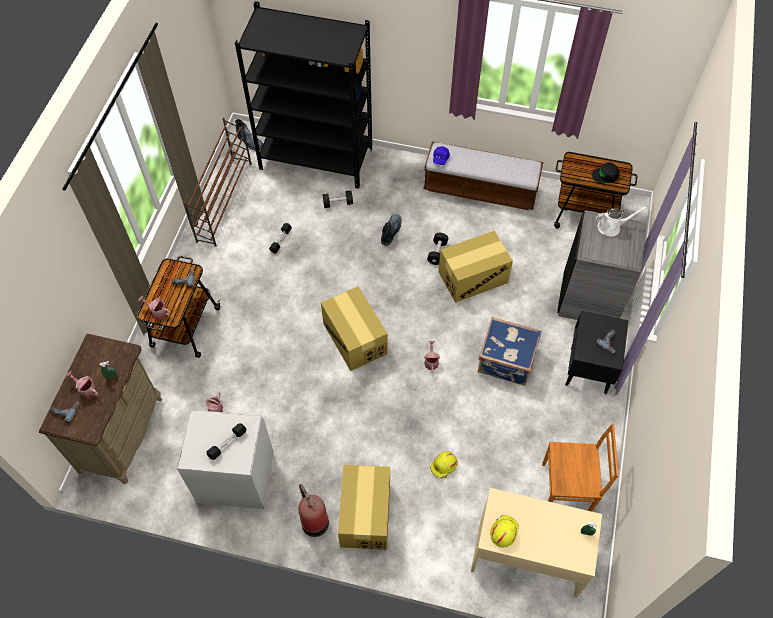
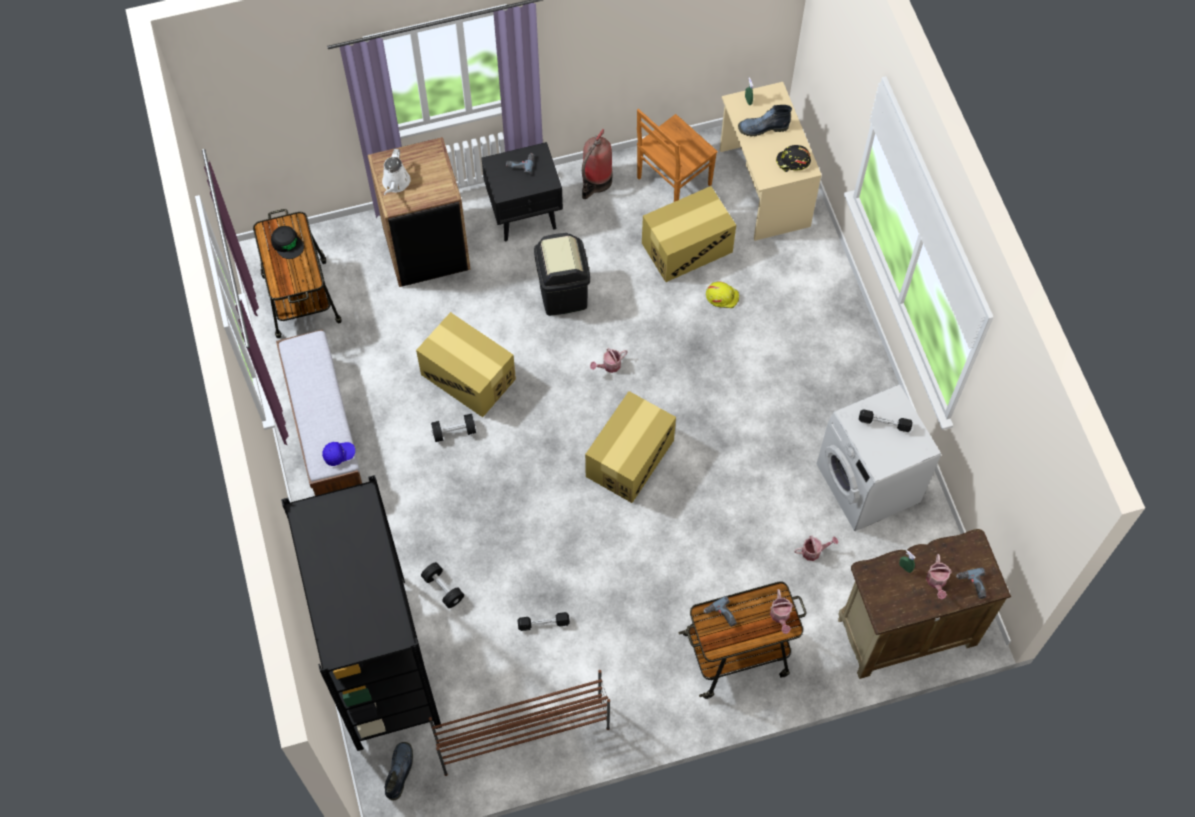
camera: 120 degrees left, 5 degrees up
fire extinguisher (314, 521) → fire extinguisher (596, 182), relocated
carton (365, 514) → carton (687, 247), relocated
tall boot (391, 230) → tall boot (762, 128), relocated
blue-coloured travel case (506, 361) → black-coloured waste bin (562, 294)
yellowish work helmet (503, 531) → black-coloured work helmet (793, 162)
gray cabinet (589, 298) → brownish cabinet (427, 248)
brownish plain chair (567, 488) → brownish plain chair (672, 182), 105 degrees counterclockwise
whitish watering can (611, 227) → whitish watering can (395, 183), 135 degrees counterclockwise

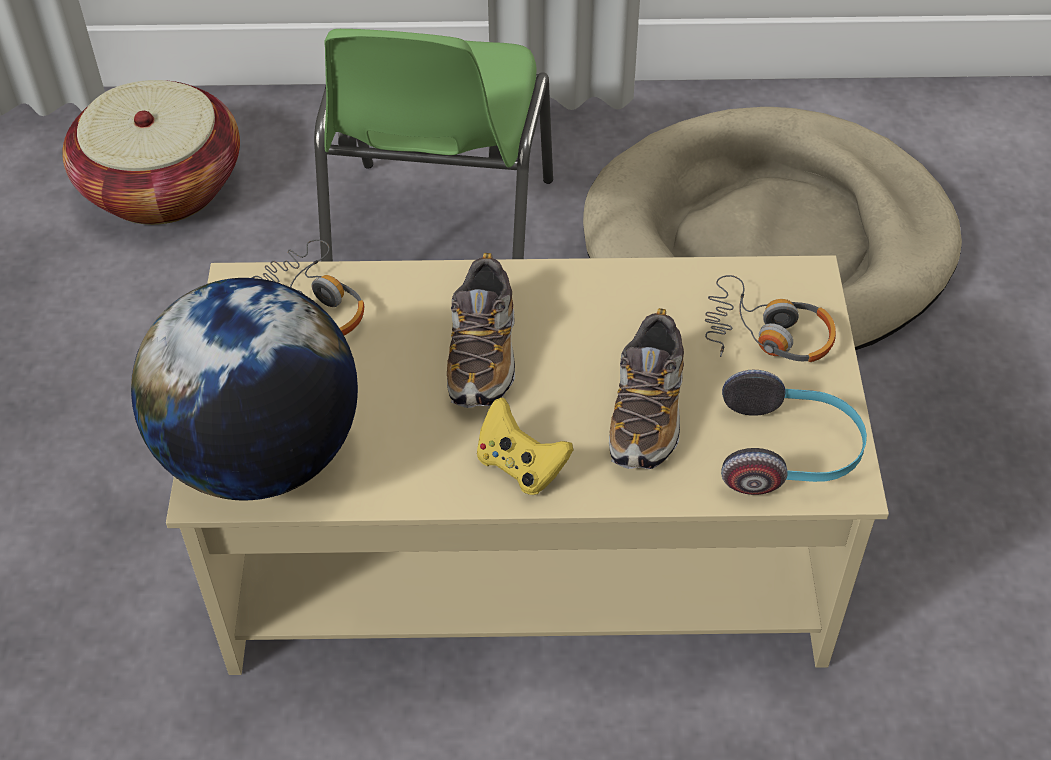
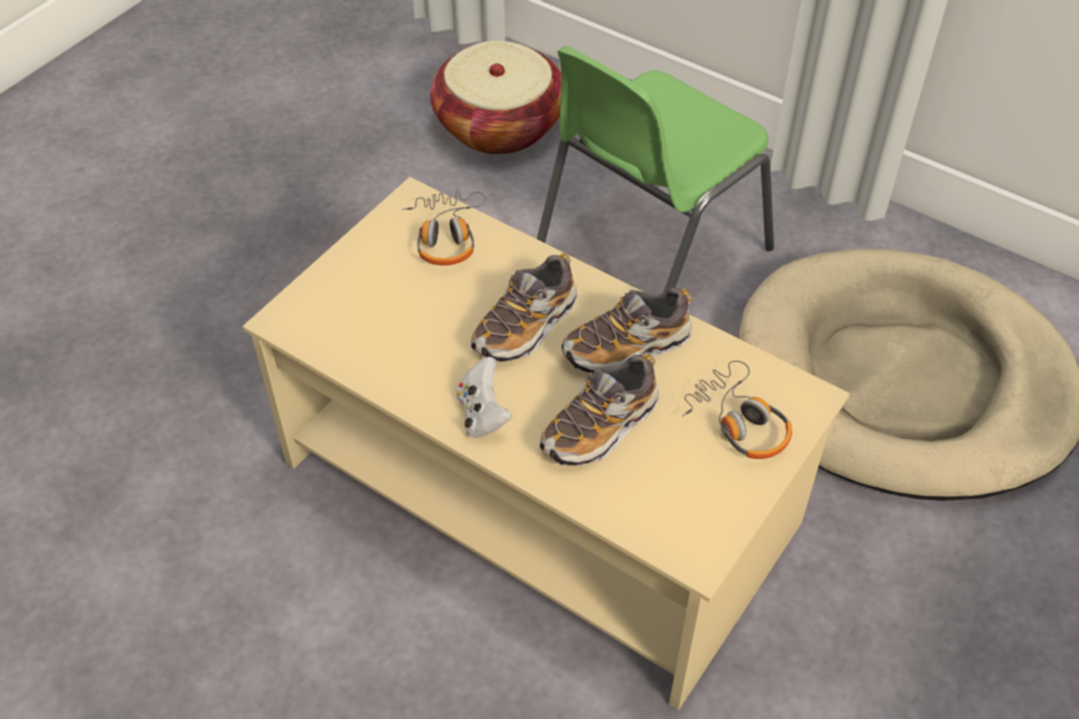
camera: 35 degrees right, 0 degrees up
globe (262, 455) → -
headphones (789, 453) → -
- → item of footwear (627, 348)
yellowish joypad (520, 466) → whitish joypad (482, 414)

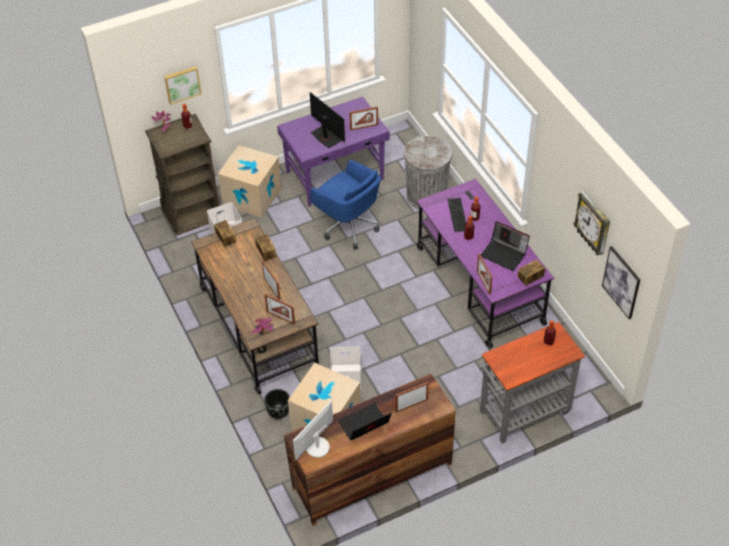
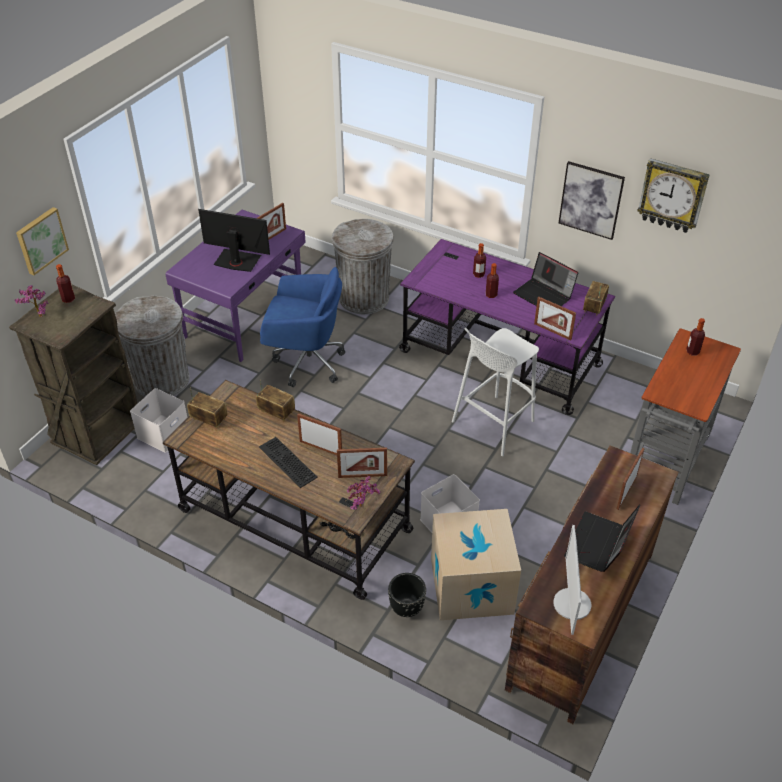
camera: 35 degrees left, 5 degrees down
- → whitish sitting stool (494, 424)
keyboard (456, 214) → keyboard (286, 462), relocated
picture (621, 282) → picture (591, 200), relocated
carton (252, 196) → gray waste bin (162, 380)
laptop (504, 254) → laptop (544, 295), 45 degrees clockwise

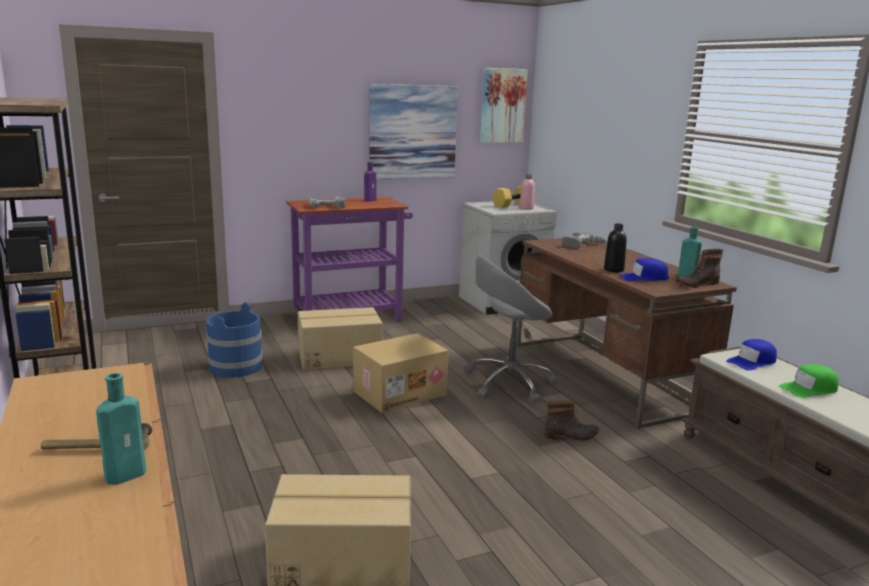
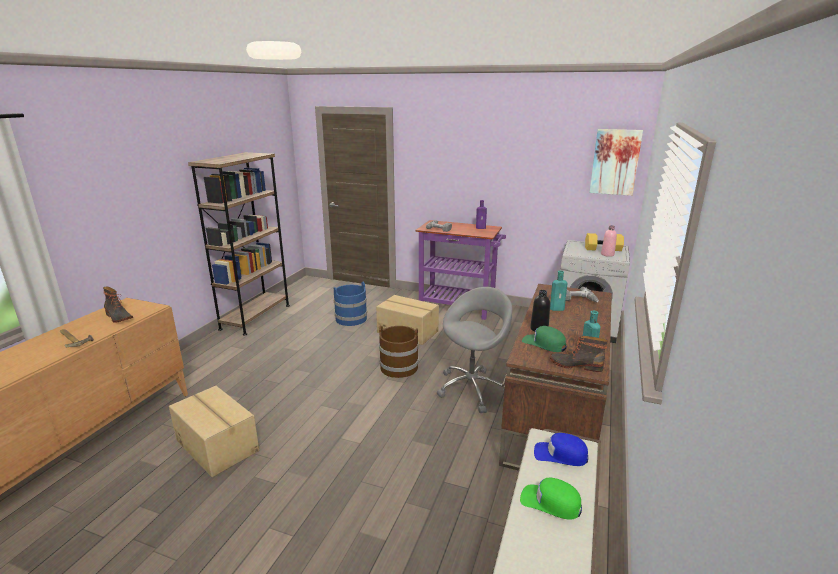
camera: 45 degrees right, 5 degrees up
picture (413, 132) → -
turquoise bottle (128, 474) → turquoise bottle (558, 309), relocated
tall boot (571, 435) → tall boot (118, 317), relocated
carton (399, 392) → brownish bucket (399, 367)
blue-coloured baseball cap (643, 278) → green-coloured baseball cap (544, 344)
gray computer chair (507, 382) → gray computer chair (473, 389), 120 degrees clockwise

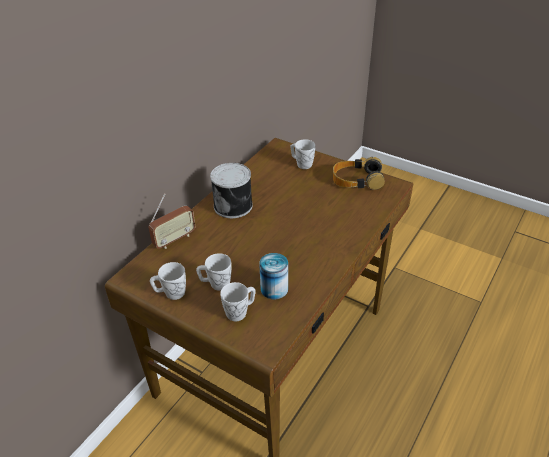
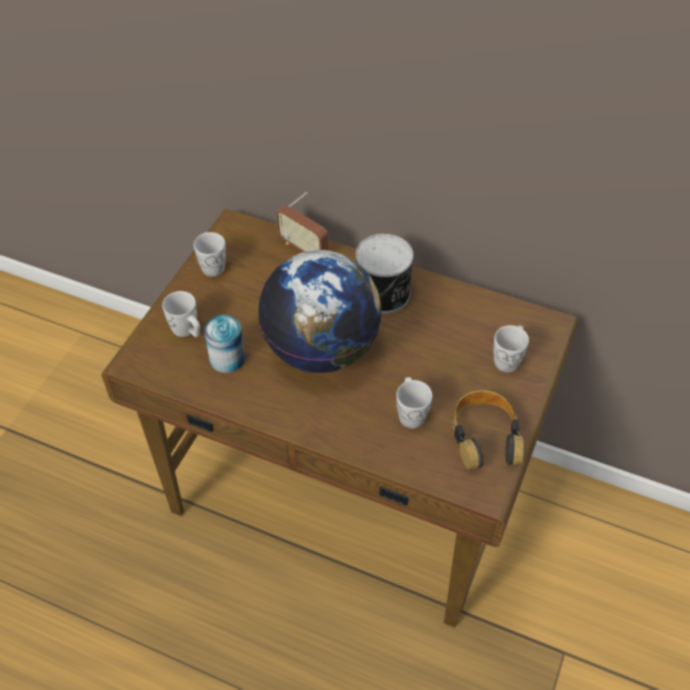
camera: 80 degrees right, 10 degrees up
- → globe (321, 349)
whitish tea mug (215, 284) → whitish tea mug (410, 413), relocated

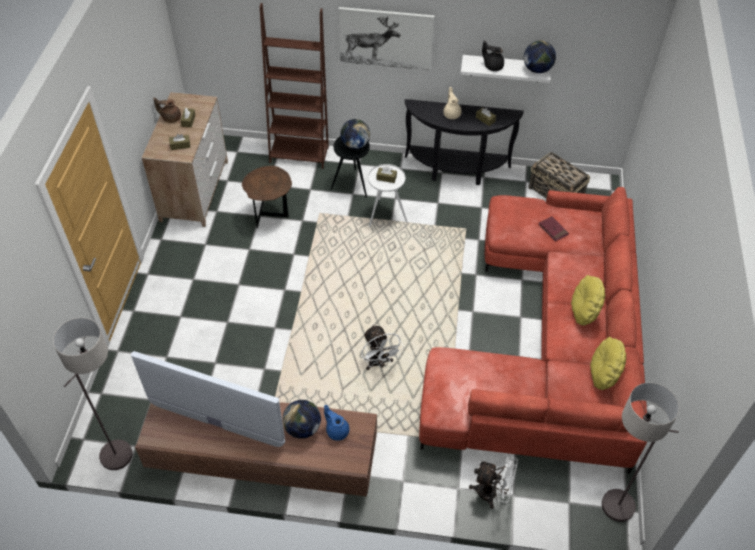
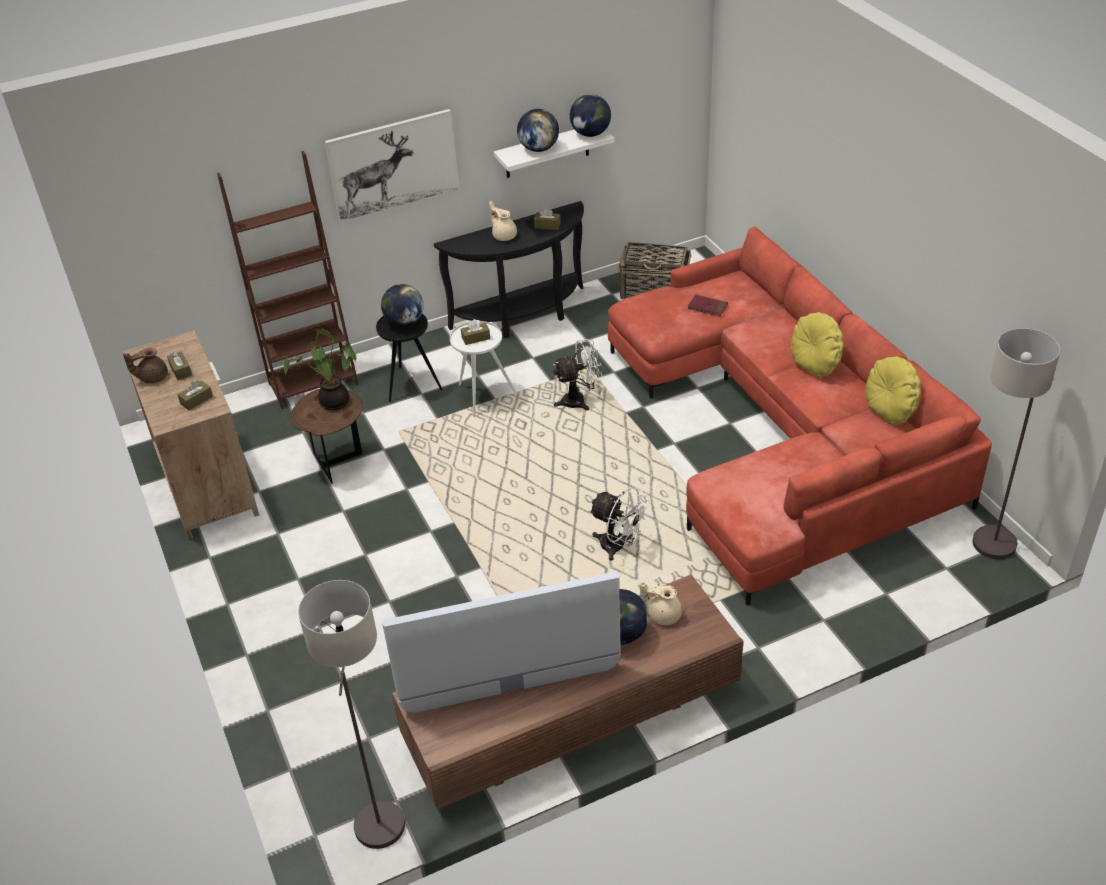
camera: 30 degrees left, 10 degrees down
- → plant in a pot (332, 403)
whitish fan (492, 493) → whitish fan (580, 400), relocated
black-coloured tea pot (492, 66) → globe (539, 149)
blue-coloured tea pot (337, 430) → beige tea pot (662, 614)

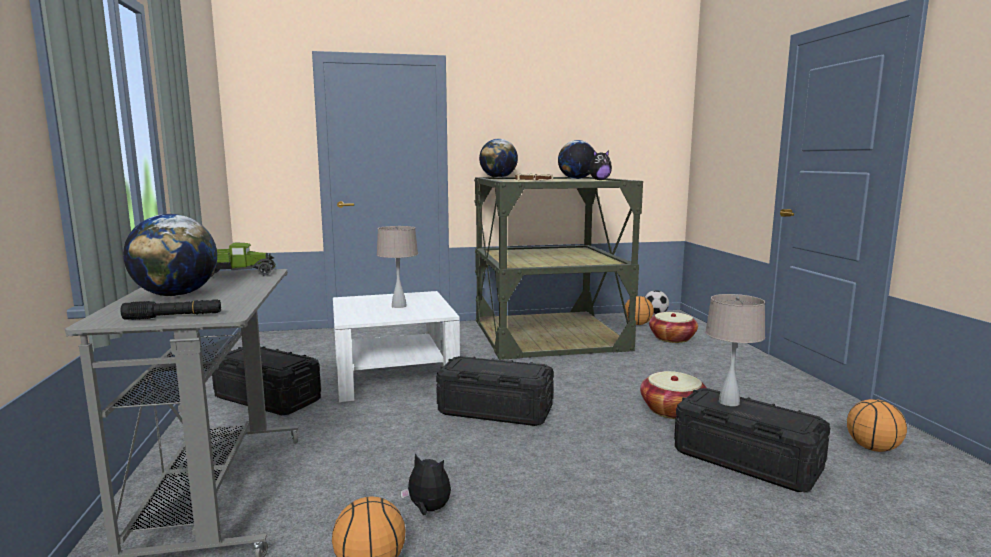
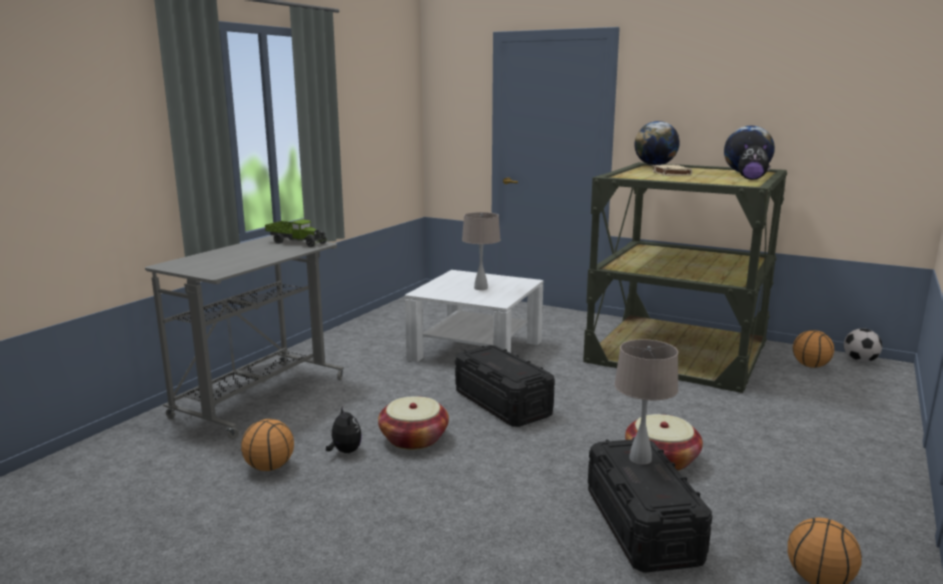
camera: 40 degrees right, 5 degrees up
black-coloured hand torch (173, 317) → -
globe (176, 295) → -
black-coloured storage box (268, 398) → -
basket (672, 338) → basket (413, 439), relocated

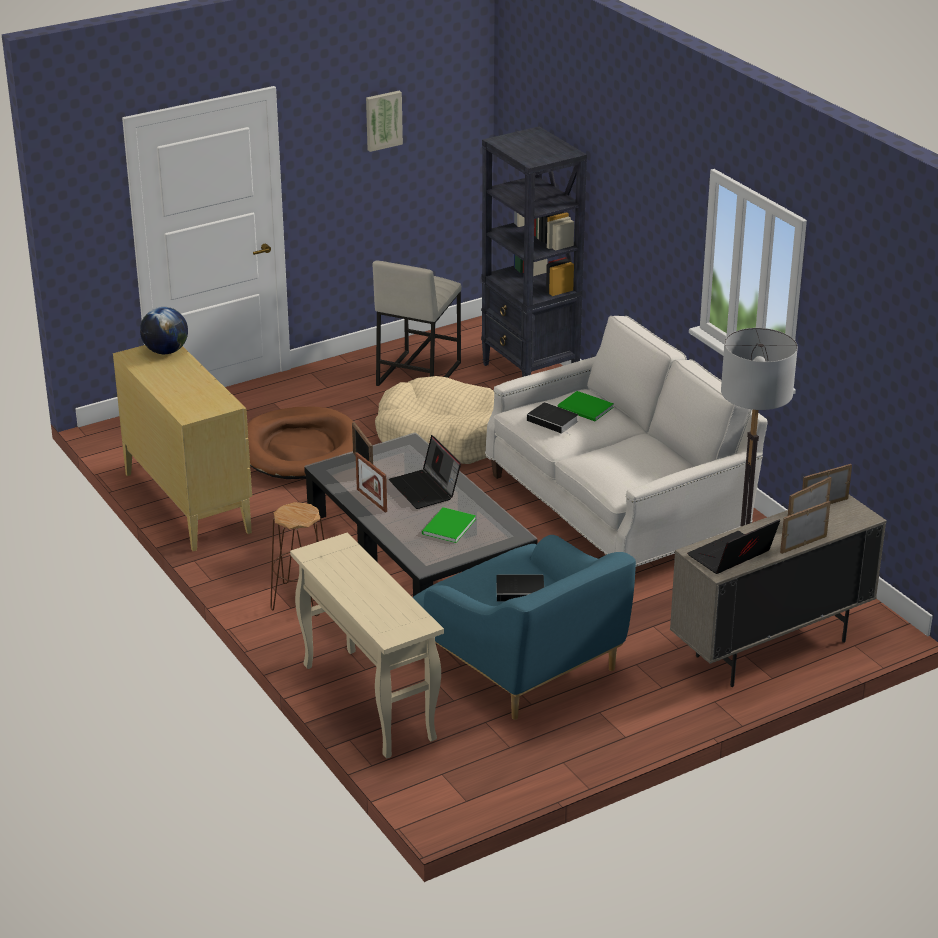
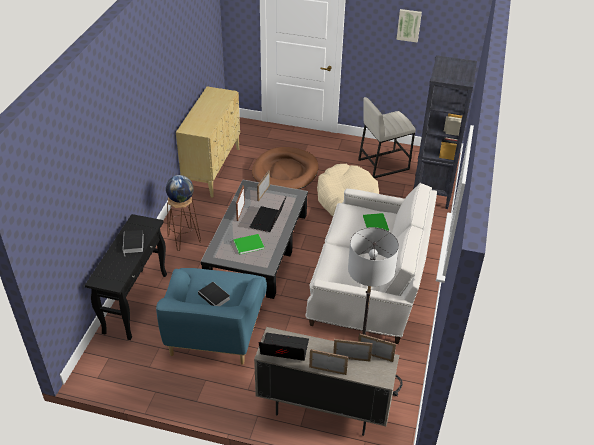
camera: 45 degrees right, 10 degrees up
globe (165, 351) → globe (180, 199), relocated
bound book (554, 421) → bound book (133, 244), relocated
beige hall table (367, 701) → black-coloured hall table (135, 302)

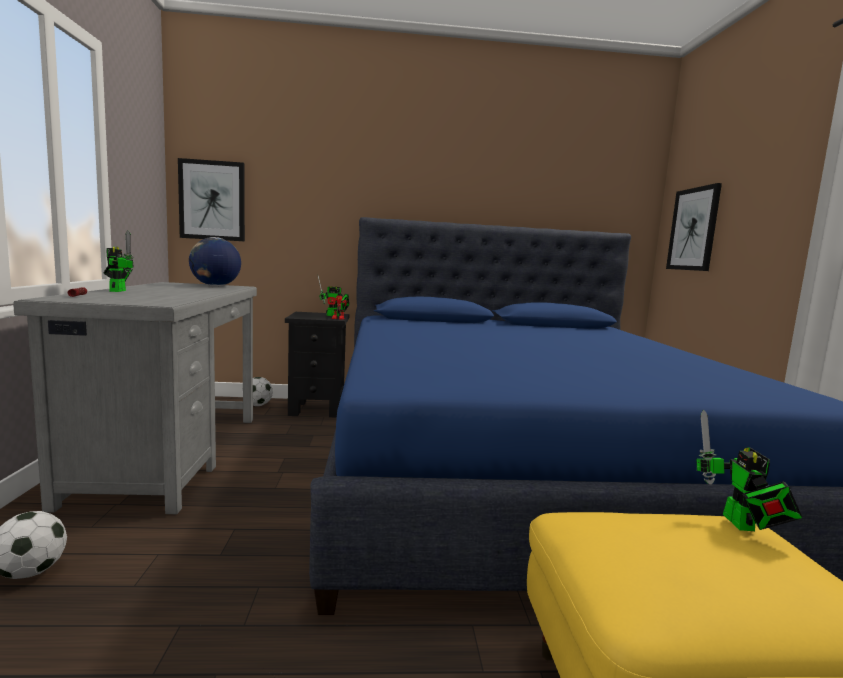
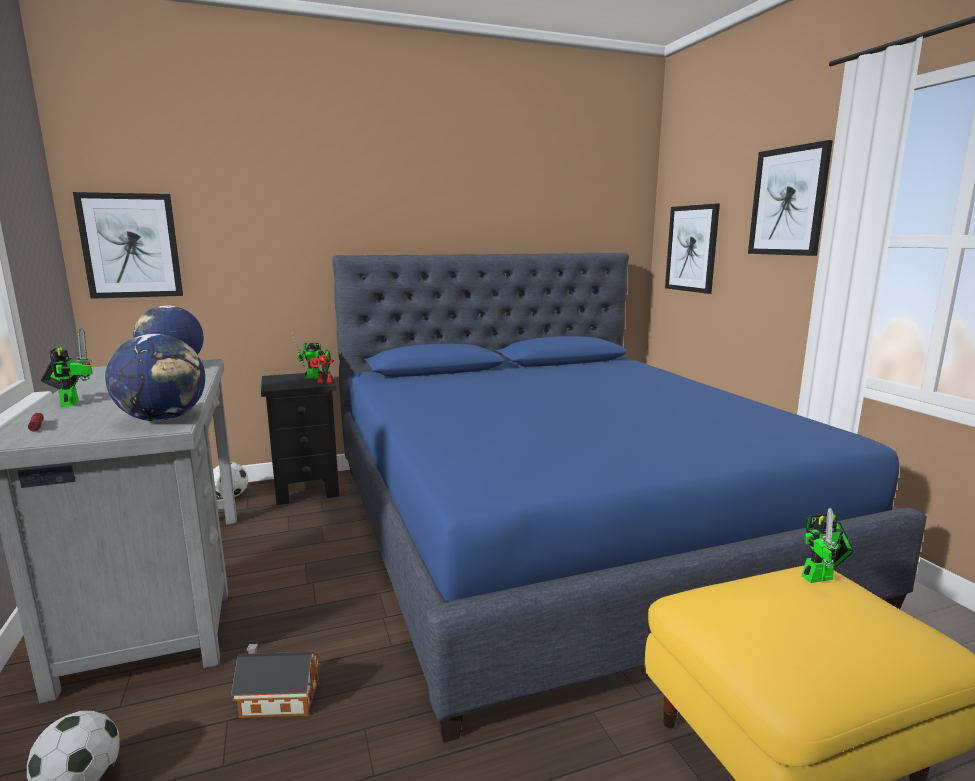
camera: 15 degrees left, 5 degrees up
- → globe (163, 419)
- → toy house (277, 699)
- → picture (788, 201)
toy robot (741, 525) → toy robot (821, 577), 90 degrees counterclockwise

